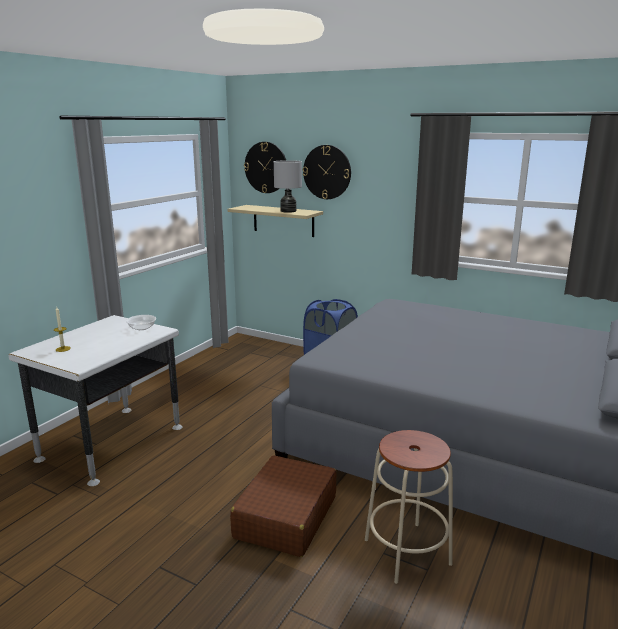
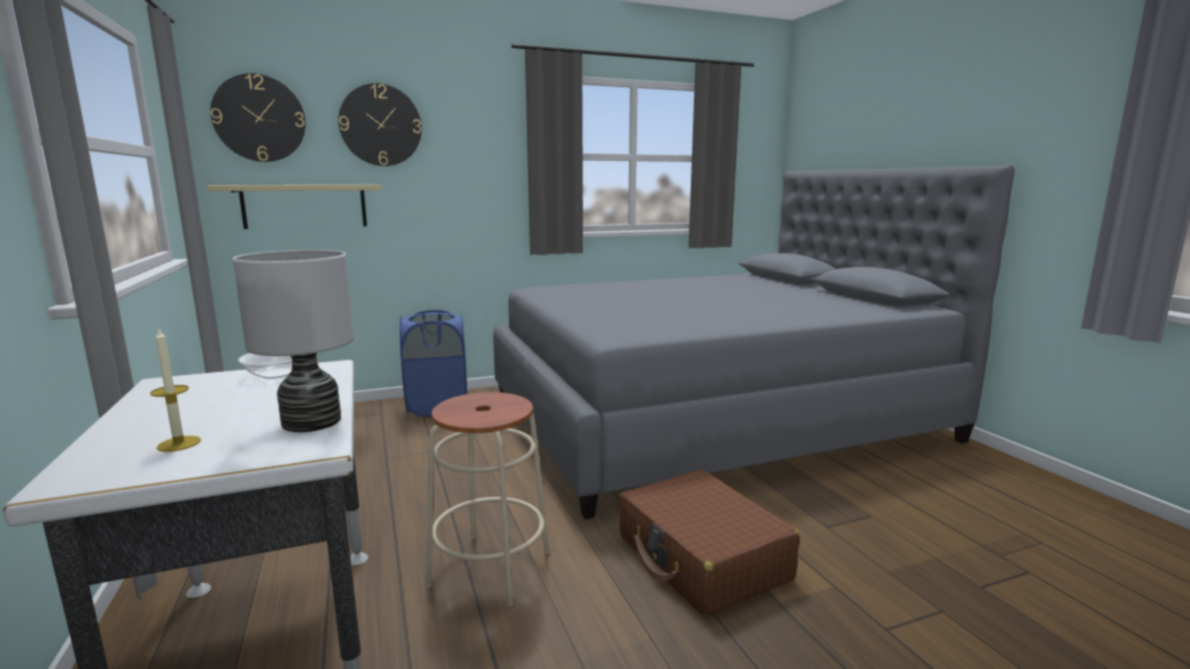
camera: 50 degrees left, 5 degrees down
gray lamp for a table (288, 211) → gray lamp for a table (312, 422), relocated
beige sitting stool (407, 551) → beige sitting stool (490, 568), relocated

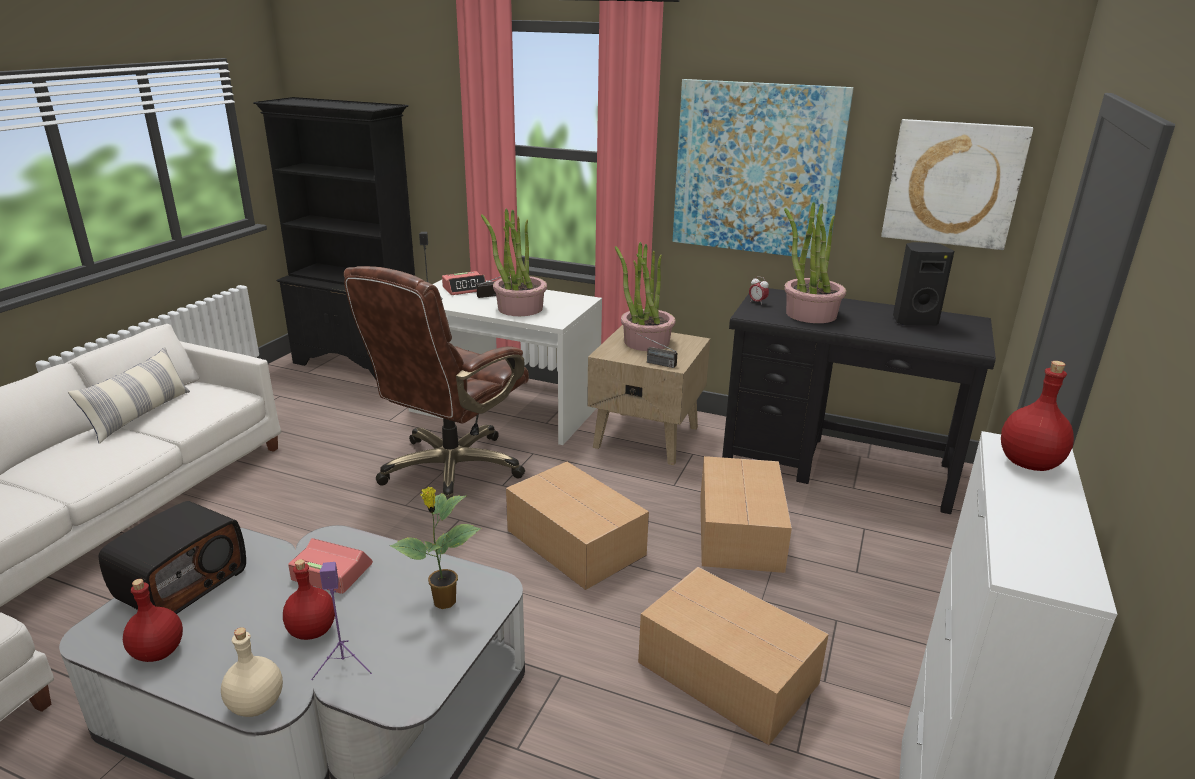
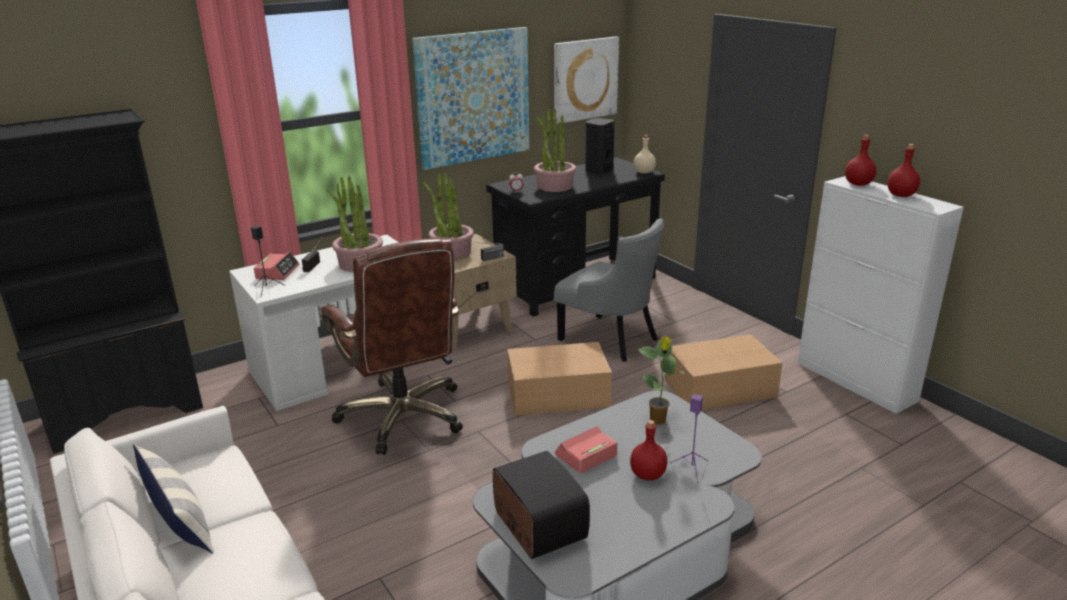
camera: 55 degrees left, 0 degrees up
reddish bottle (157, 653) → reddish bottle (901, 195), relocated
beige bottle (257, 704) → beige bottle (644, 172), relocated
carton (738, 533) → gray plain chair (607, 339)

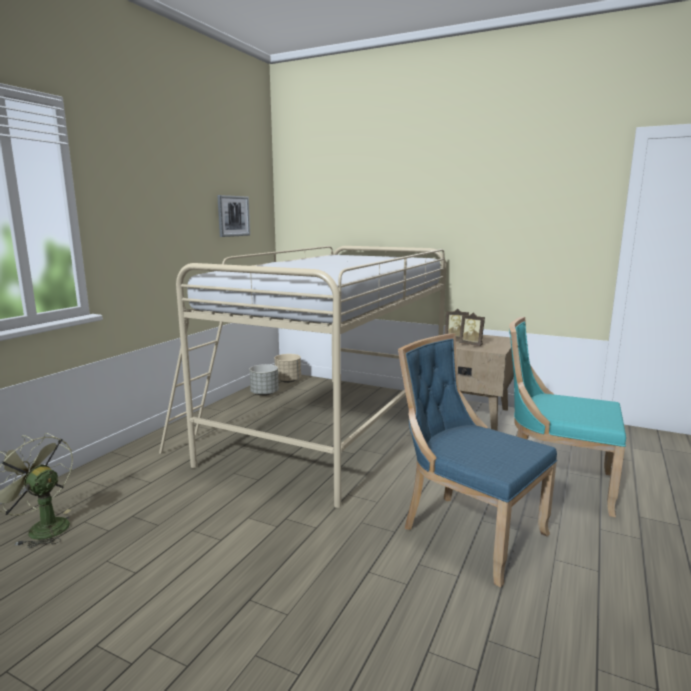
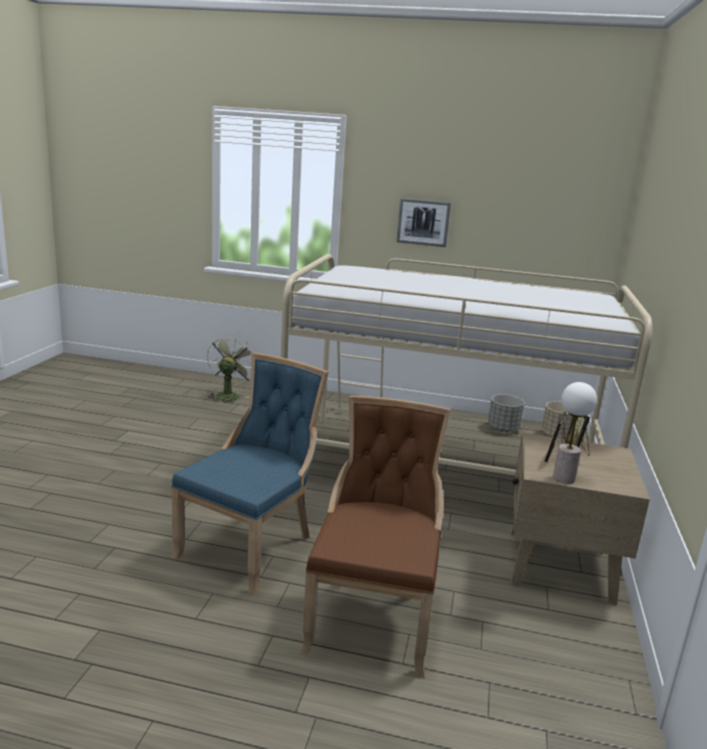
camera: 75 degrees right, 5 degrees up
- → lamp for a table (563, 478)
picture (233, 216) → picture (423, 222), relocated
turquoise plain chair (554, 482) → brownish plain chair (373, 617)

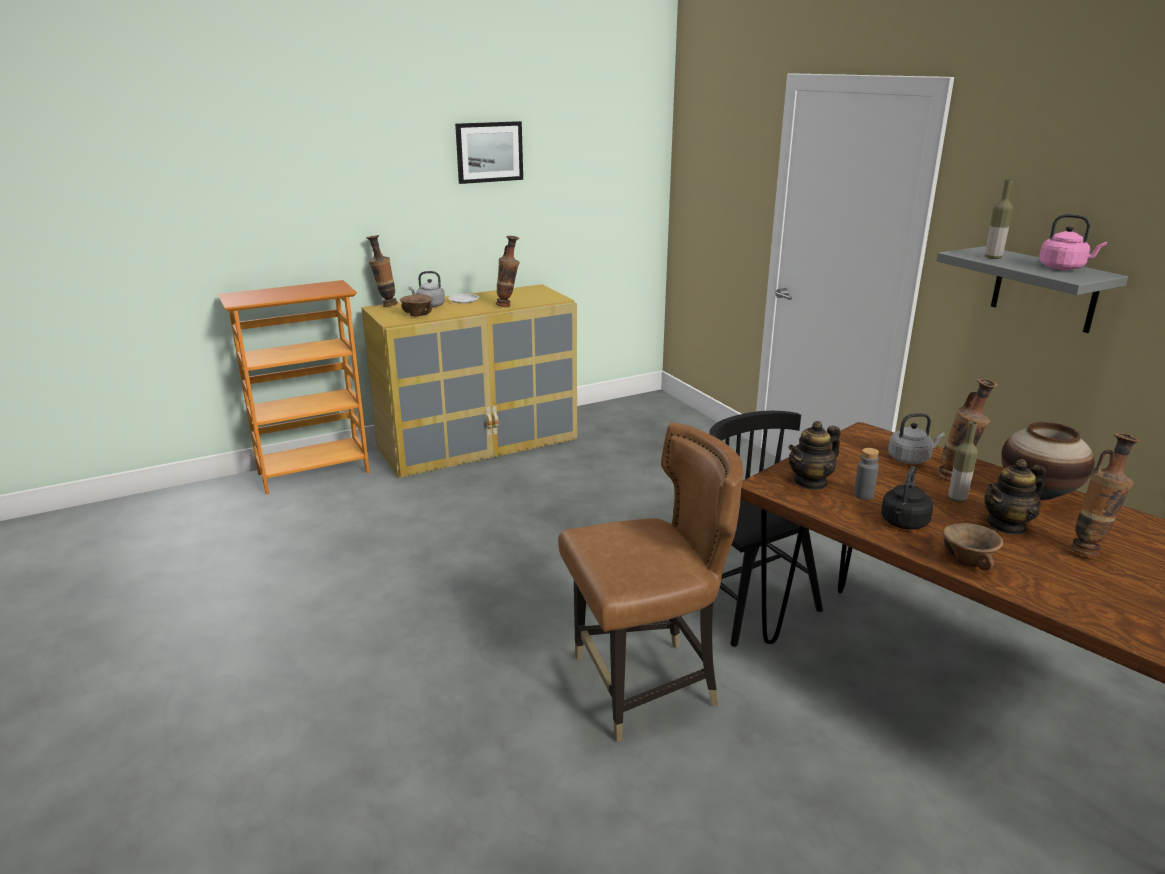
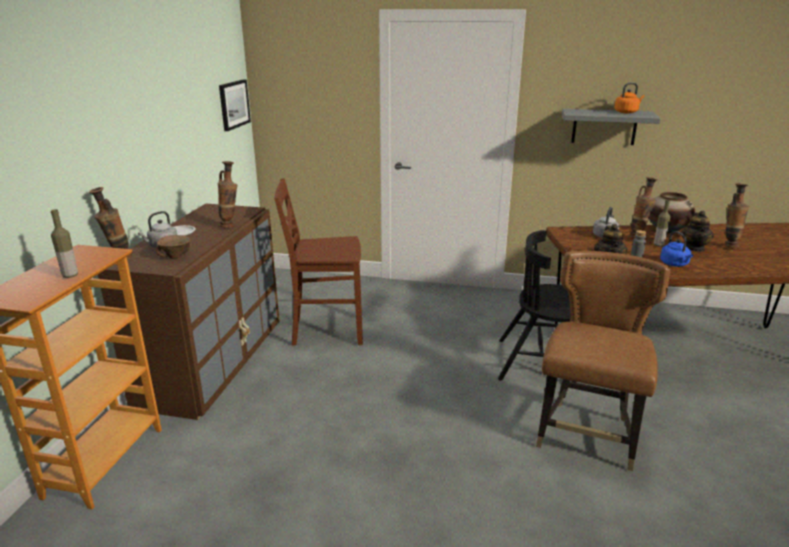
camera: 50 degrees left, 0 degrees up
brownish bowl (968, 562) → -
- → brownish plain chair (326, 330)
picture (489, 152) → picture (234, 104), relocated
bottle (993, 257) → bottle (70, 275), relocated
yellowish cabinet (479, 445) → brownish cabinet (214, 361)
black-coloured tea kettle (903, 524) → blue-coloured tea kettle (675, 264)
pink tea kettle (1064, 268) → orange-coloured tea kettle (627, 112)

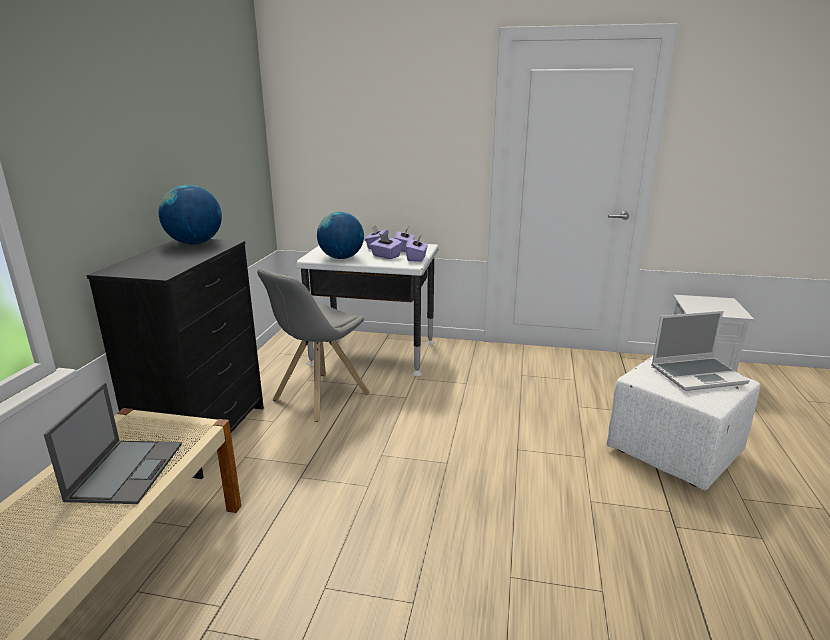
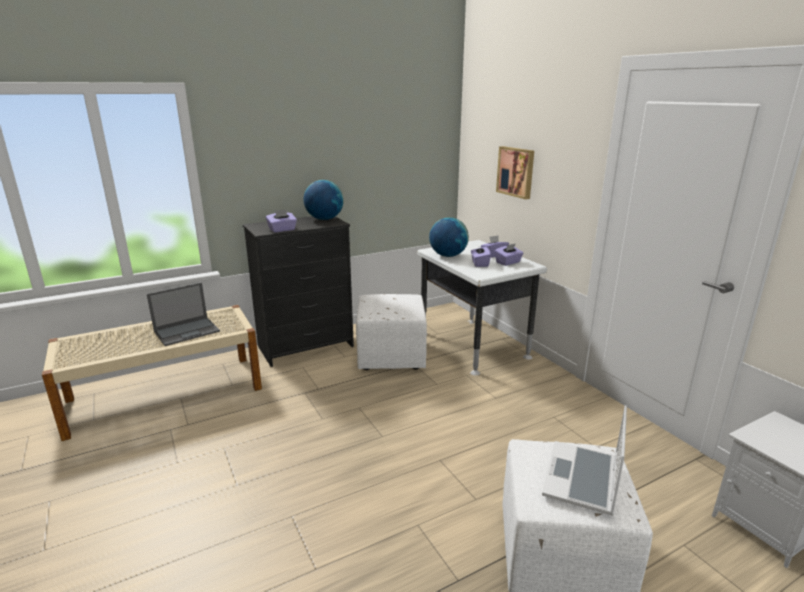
camera: 50 degrees right, 0 degrees up
- → picture (516, 172)
purple-coloured box of tissues (417, 258) → purple-coloured box of tissues (282, 230), relocated
gray plain chair (320, 396) → whitish pouffe (391, 356)
laptop (698, 375) → laptop (582, 479), 75 degrees clockwise

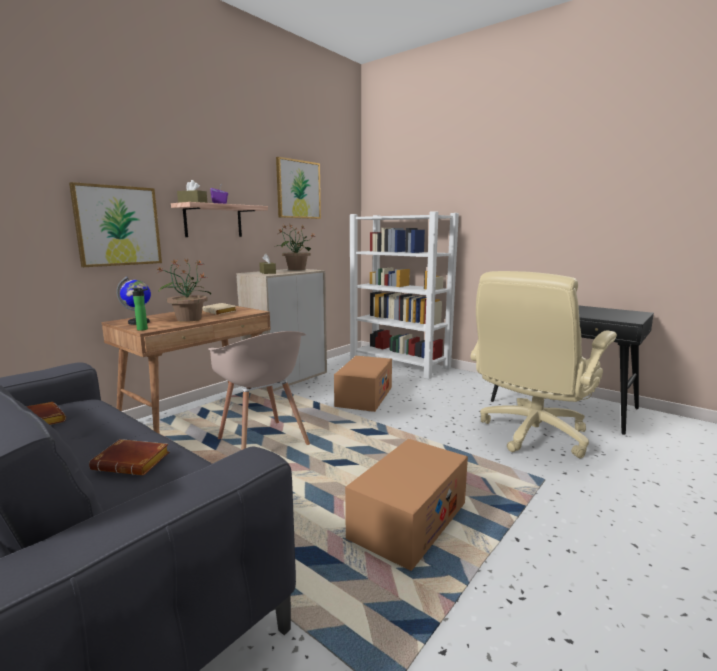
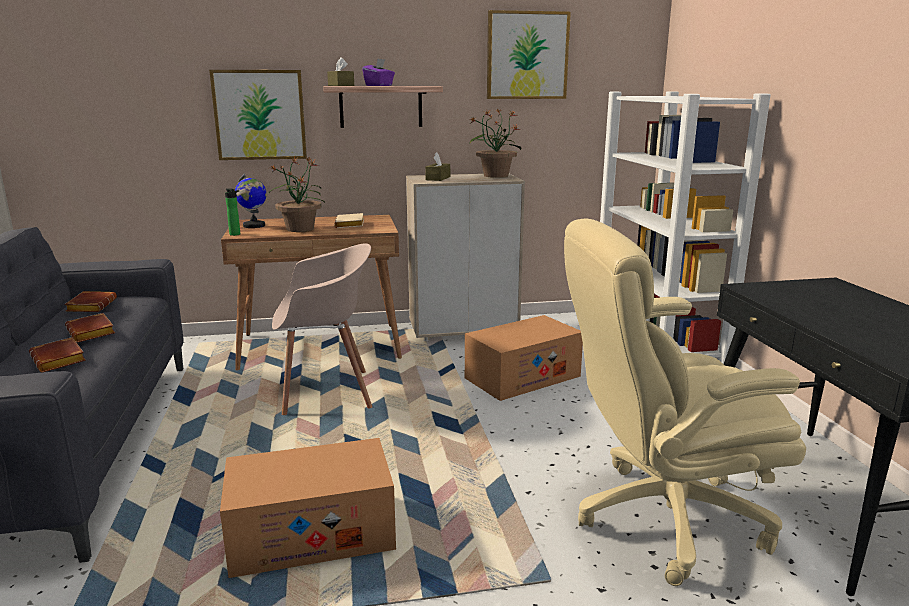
camera: 40 degrees right, 5 degrees up
- → brownish bound book (93, 333)
beige plain chair (263, 443) → beige plain chair (328, 393), 105 degrees counterclockwise

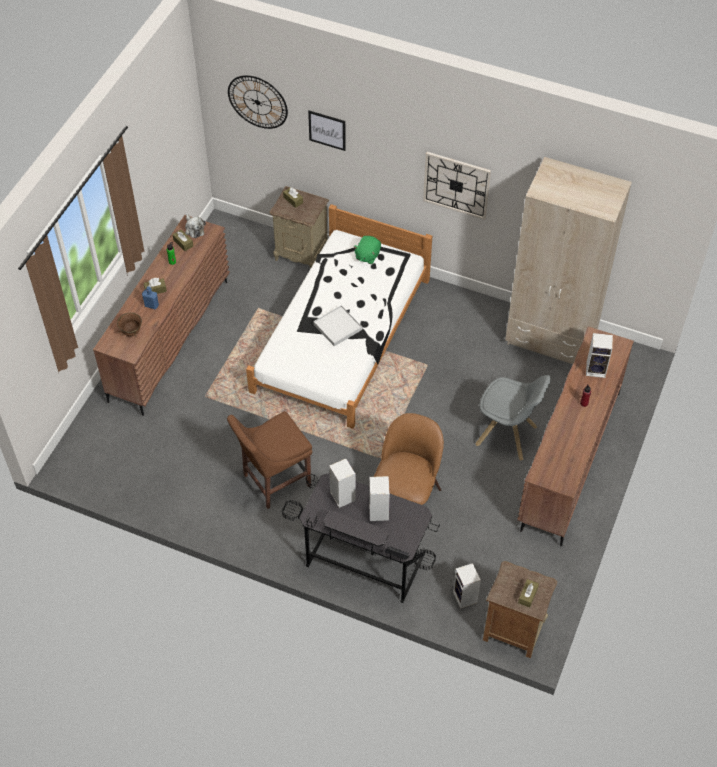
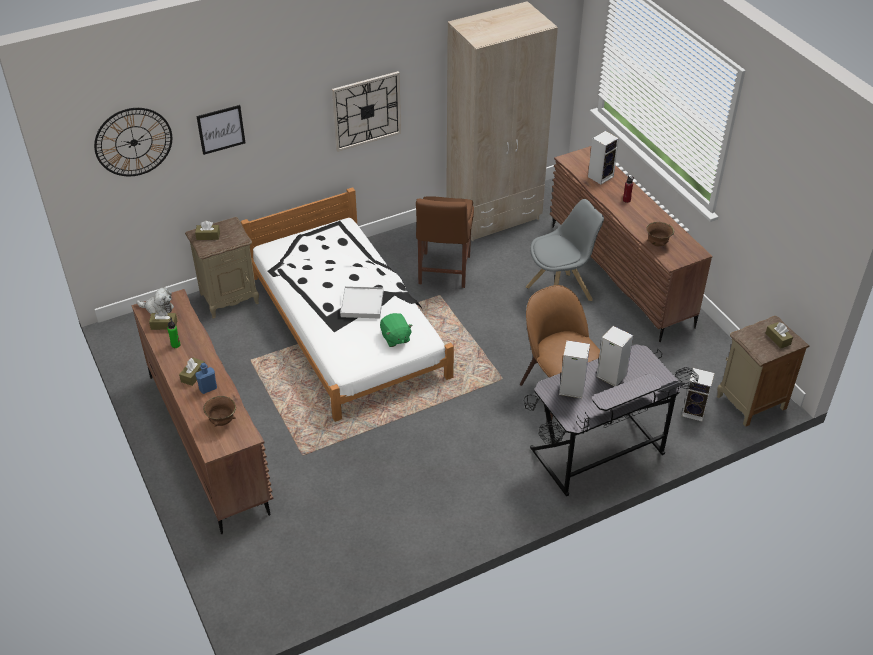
camera: 50 degrees left, 10 degrees down
- → brownish bowl (657, 244)
brownish plain chair (273, 481) → brownish plain chair (443, 272), relocated
green-coloured plush toy (367, 256) → green-coloured plush toy (395, 338), relocated

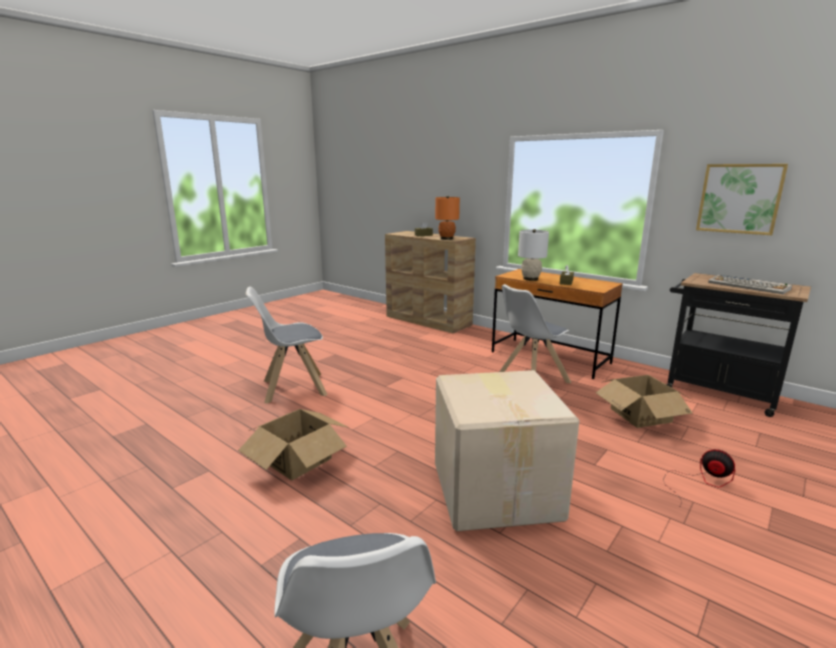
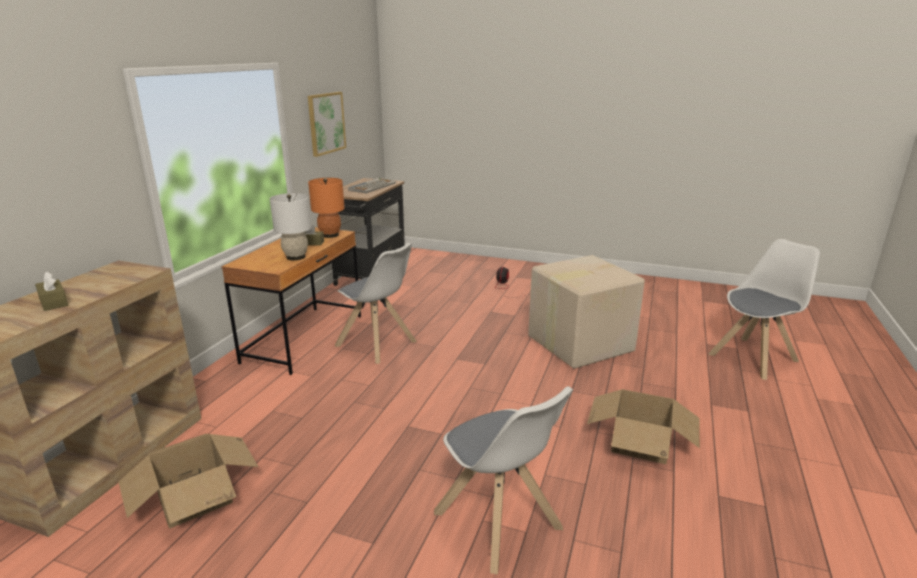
camera: 110 degrees left, 5 degrees up
orange-coloured lamp for a table (446, 238) → orange-coloured lamp for a table (330, 235), relocated
carton (641, 415) → carton (195, 497), relocated

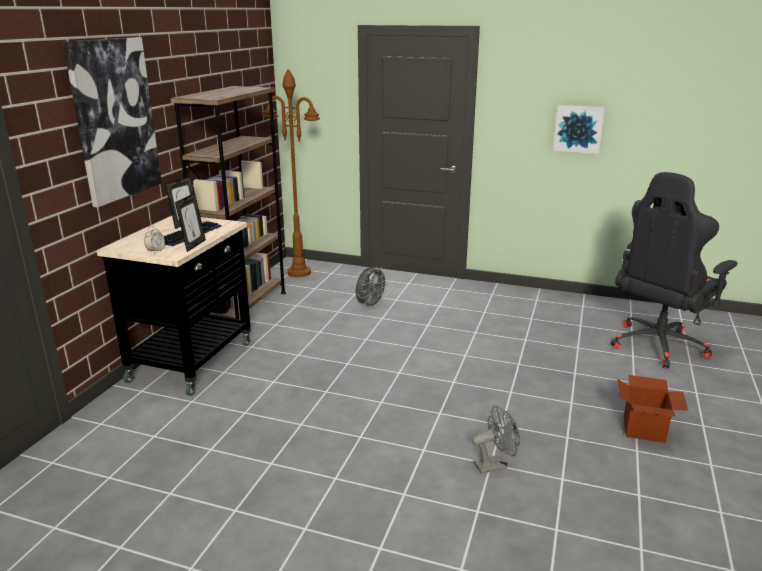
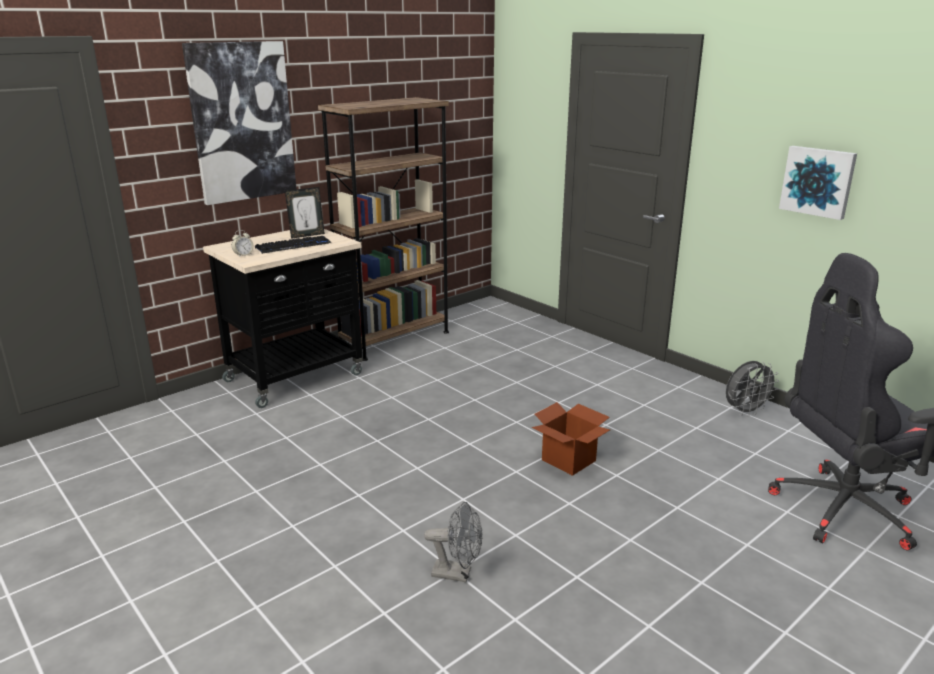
camera: 30 degrees right, 0 degrees up
picture frame (193, 245) → -
brownish standard lamp (299, 272) → -
gray fan (370, 306) → gray fan (745, 411), relocated
carton (643, 429) → carton (568, 460), relocated

